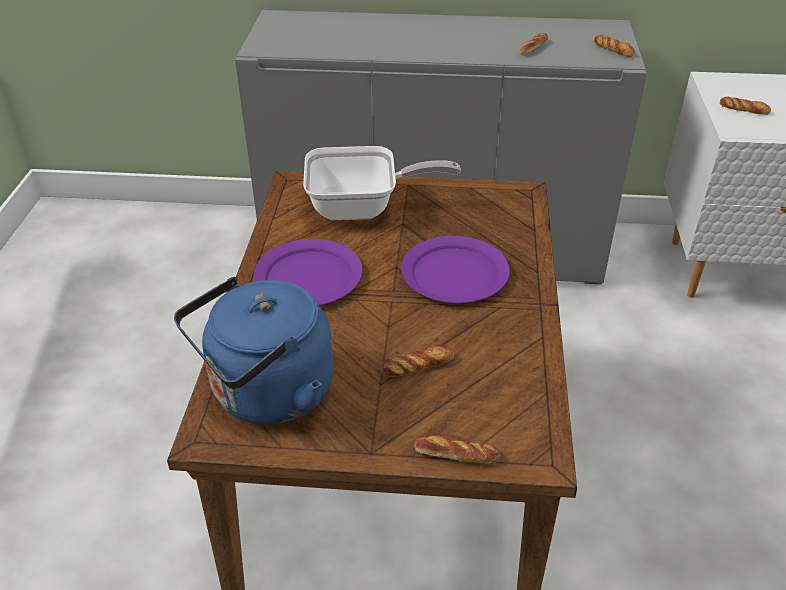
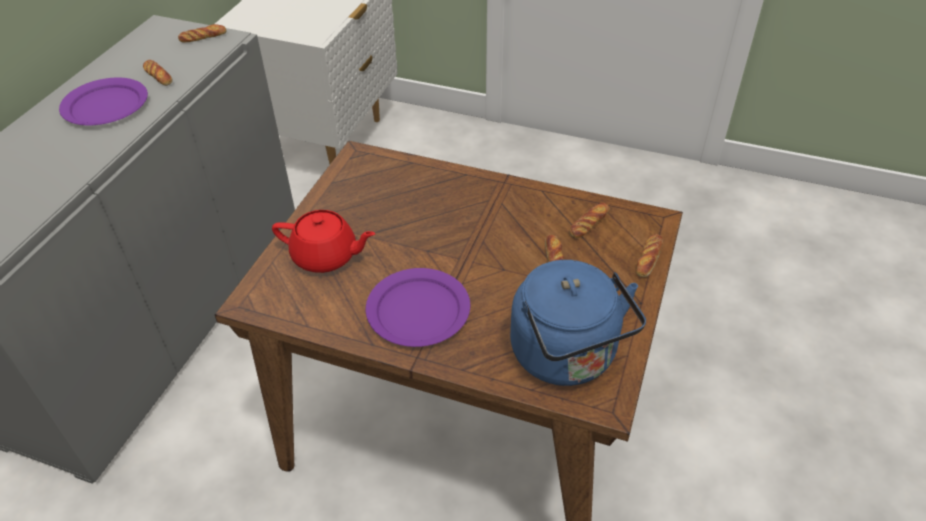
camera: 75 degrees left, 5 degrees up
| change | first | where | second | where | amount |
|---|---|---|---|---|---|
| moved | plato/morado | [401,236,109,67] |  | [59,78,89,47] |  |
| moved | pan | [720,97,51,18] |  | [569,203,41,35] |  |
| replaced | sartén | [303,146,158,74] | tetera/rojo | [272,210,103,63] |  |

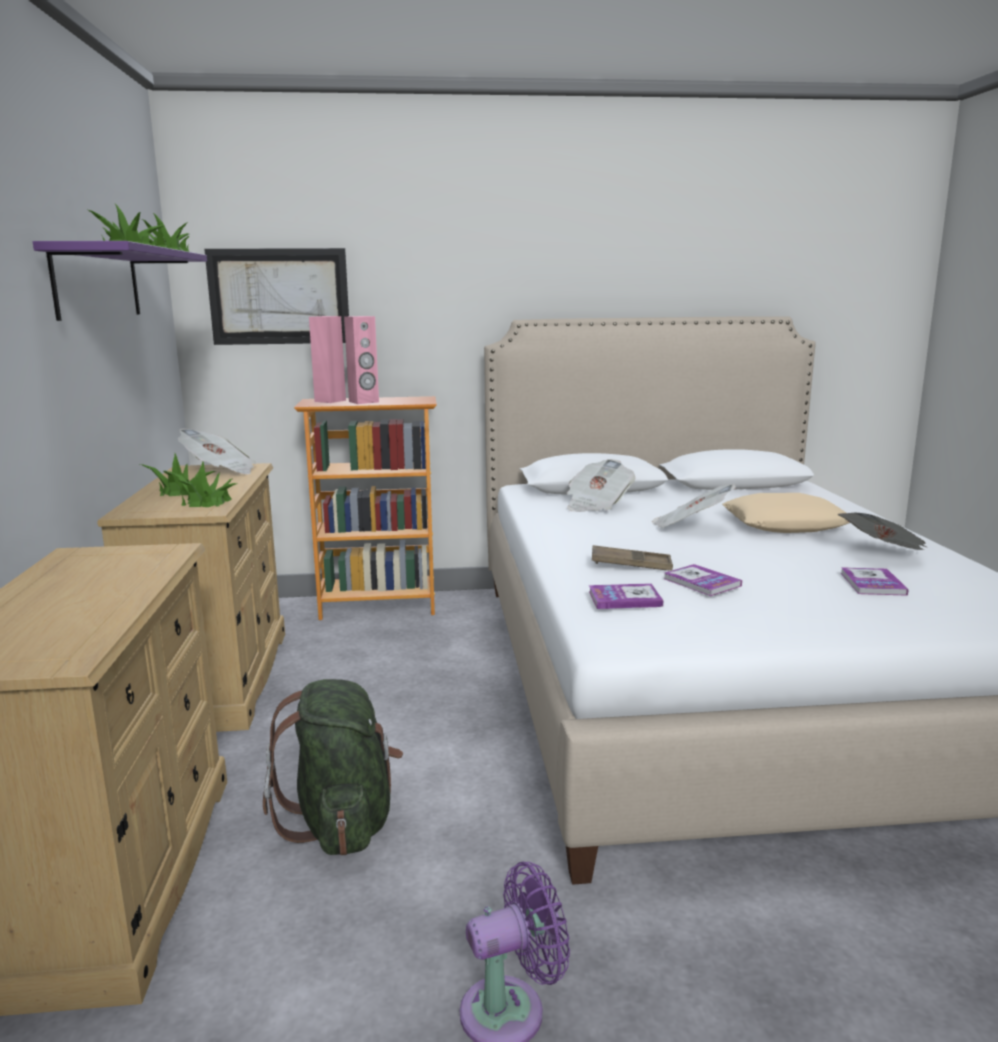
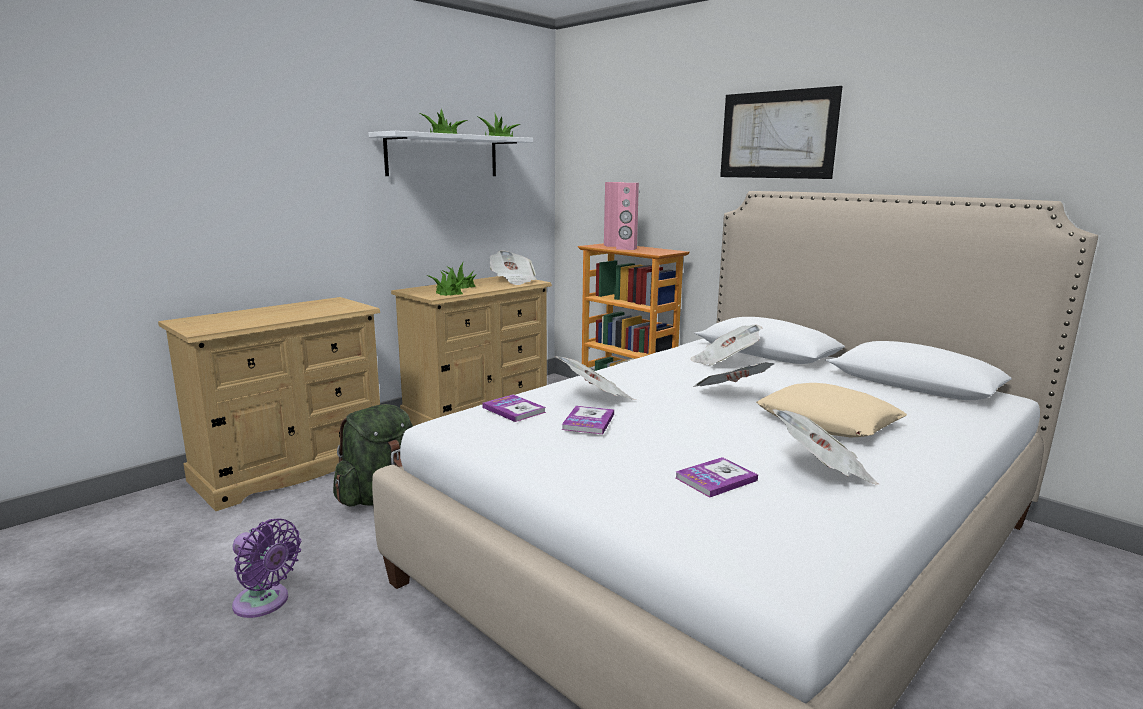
camera: 50 degrees right, 0 degrees up
| change | first | where | second | where | amount |
|---|---|---|---|---|---|
| moved | cuadro | [204,248,145,97] |  | [720,86,123,93] |  |
| replaced | bandeja/marrón | [592,545,81,25] | periódico | [555,356,81,44] |  |
| recoloured | estante/morado | [33,241,174,80] | estante/blanco | [368,131,165,45] |  |

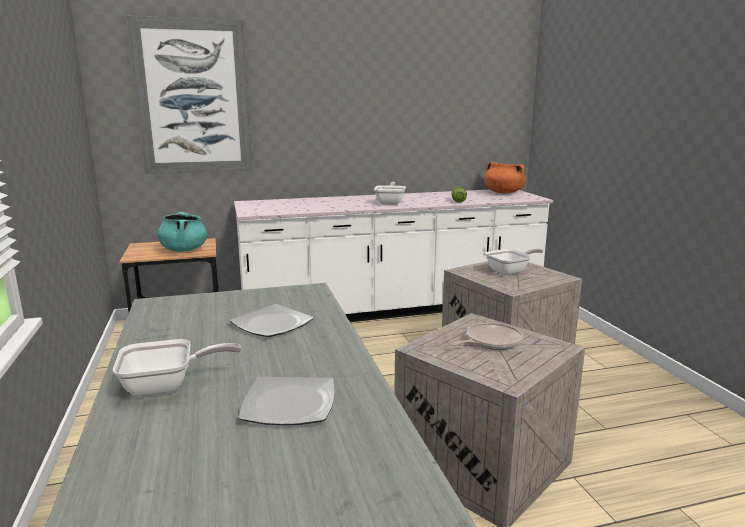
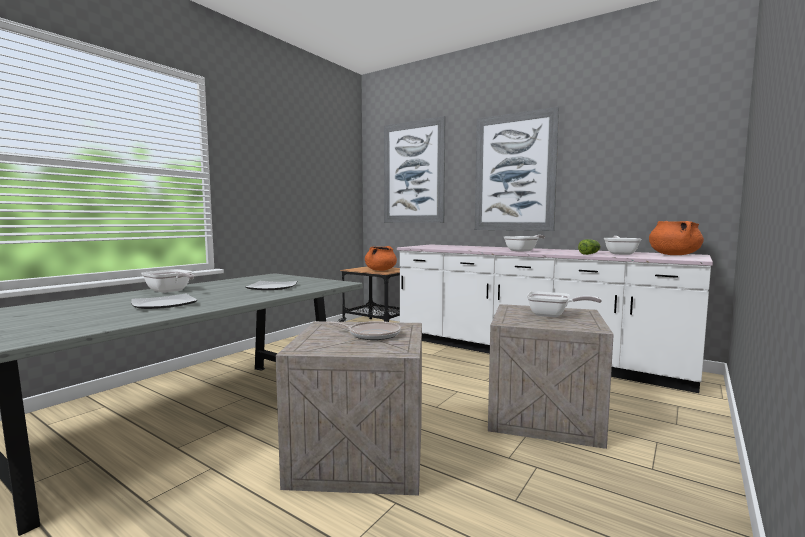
camera: 50 degrees right, 10 degrees down
| change | first | where | second | where | amount |
|---|---|---|---|---|---|
| added |  |  | cuadro | [475,107,84,124] |  |
| added |  |  | sartén | [604,236,37,19] |  |
| recoloured | olla/turquesa | [157,212,50,40] | olla/naranja | [365,246,32,25] |  |

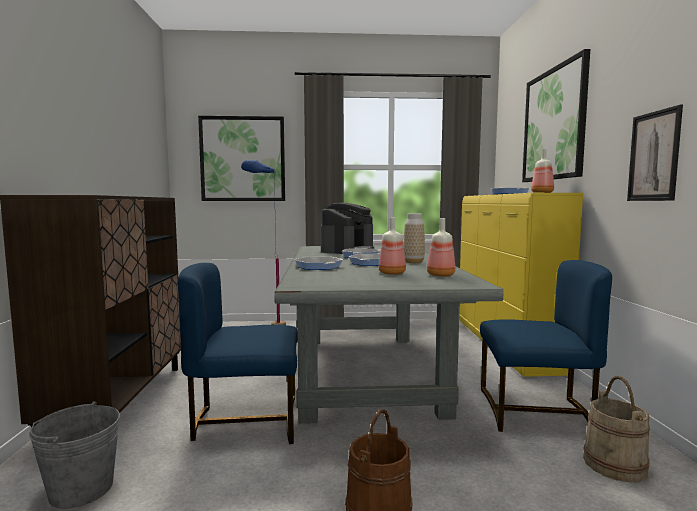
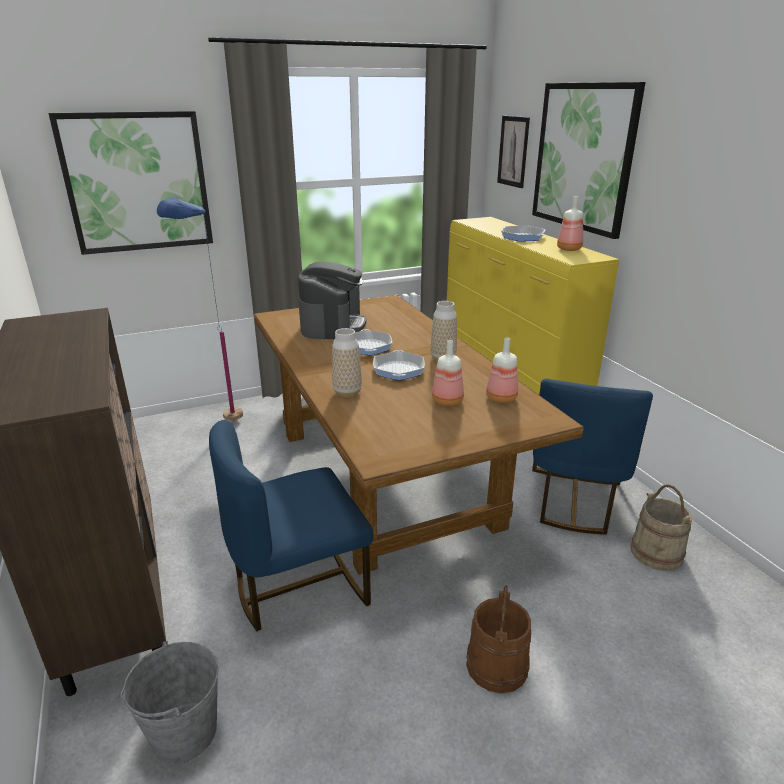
camera: 20 degrees left, 20 degrees up
| change | first | where | second | where | amount |
|---|---|---|---|---|---|
| moved | cuadro | [627,104,56,97] |  | [497,116,33,72] |  |
| replaced | sartén | [294,257,49,13] | florero | [332,328,30,69] |  |
| recoloured | mesa de comedor/gris | [274,246,230,177] | mesa de comedor/marrón | [254,295,330,279] |  |
| turned | silla/azul | [480,260,132,172] |  | [532,379,121,156] | 120 degrees clockwise |

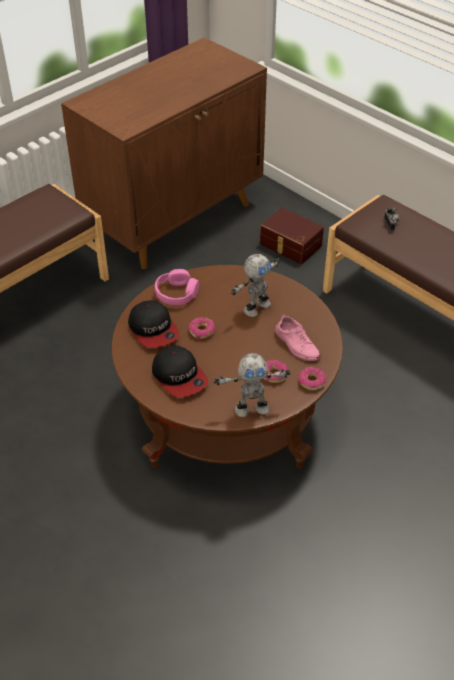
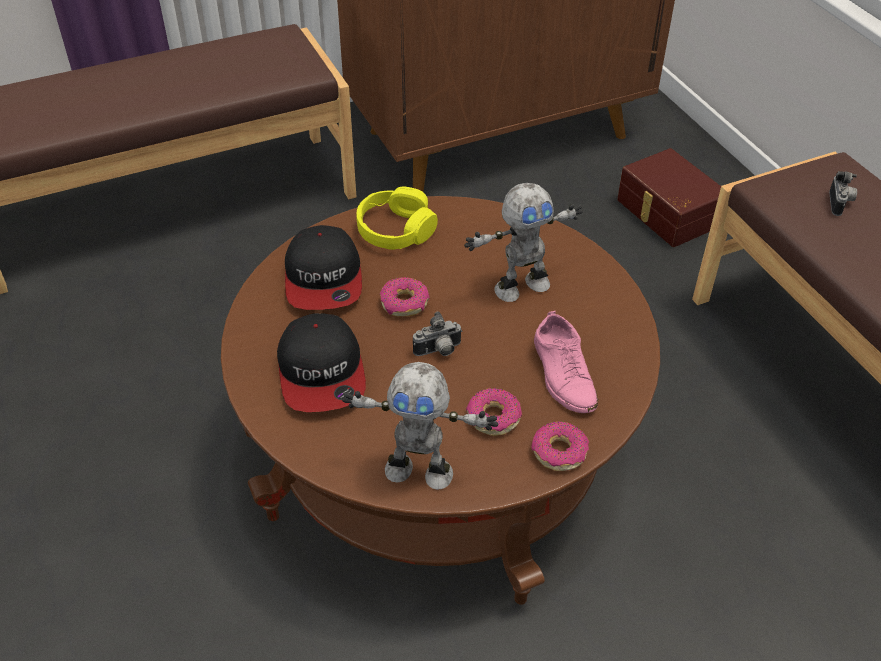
camera: 20 degrees right, 0 degrees up
| change | first | where | second | where | amount |
|---|---|---|---|---|---|
| added |  |  | cámara | [413,311,49,45] |  |
| recoloured | auriculares/rosa | [155,269,44,36] | auriculares/amarillo | [357,187,81,63] |  |

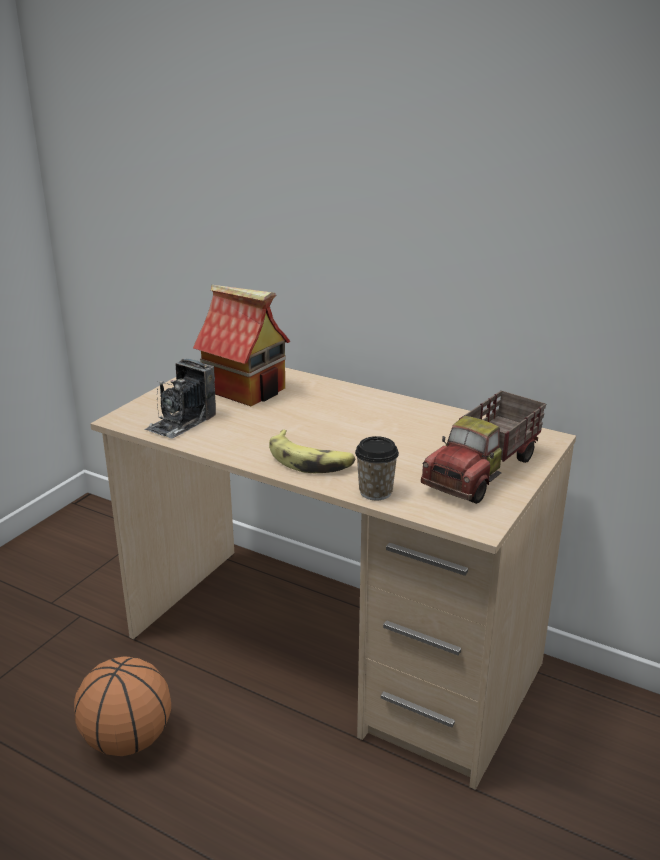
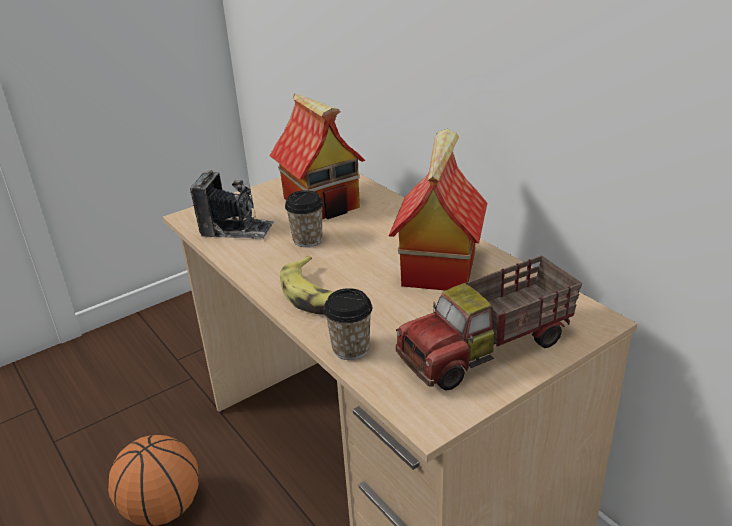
camera: 25 degrees right, 5 degrees up
| change | first | where | second | where | amount |
|---|---|---|---|---|---|
| added |  |  | taza | [285,190,39,57] |  |
| added |  |  | casita | [389,129,98,161] |  |
| turned | cámara | [144,358,72,80] |  | [190,170,84,69] | 135 degrees counterclockwise |

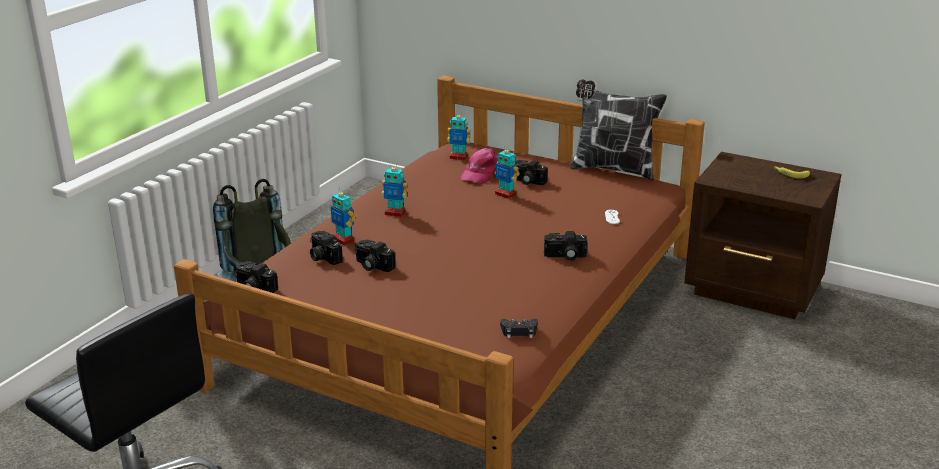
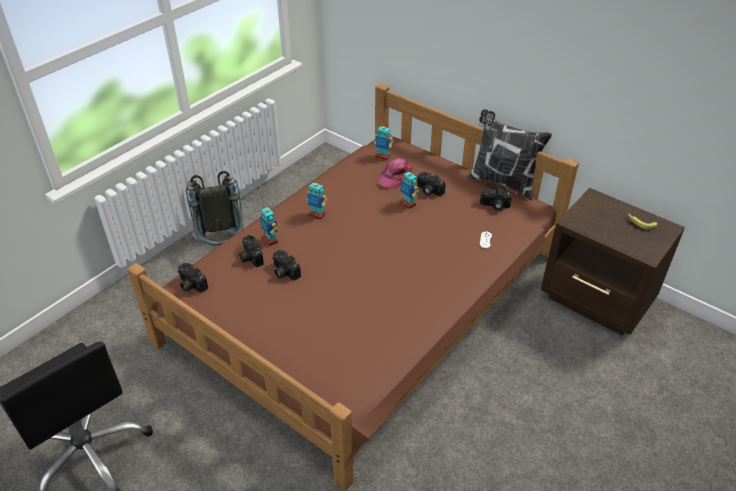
camera: 10 degrees right, 15 degrees up
| change | first | where | second | where | amount |
|---|---|---|---|---|---|
| removed | mando de consola/negro | [500,319,38,19] |  |  |  |
| moved | cámara | [544,231,43,30] |  | [480,188,32,23] |  |

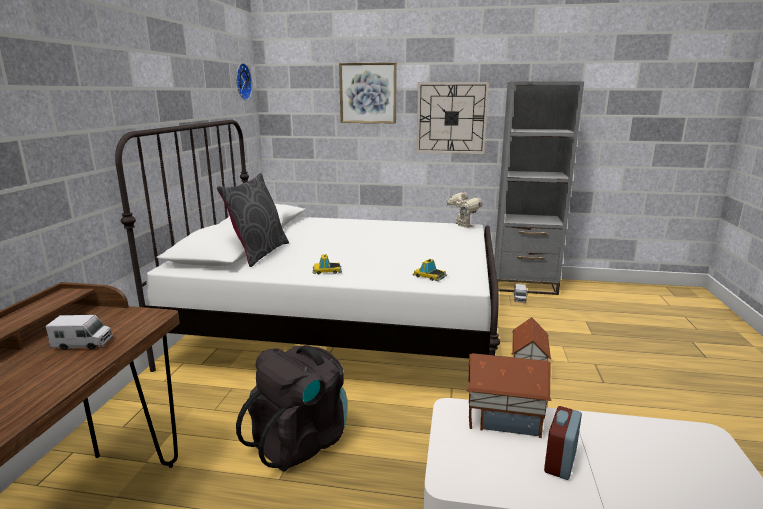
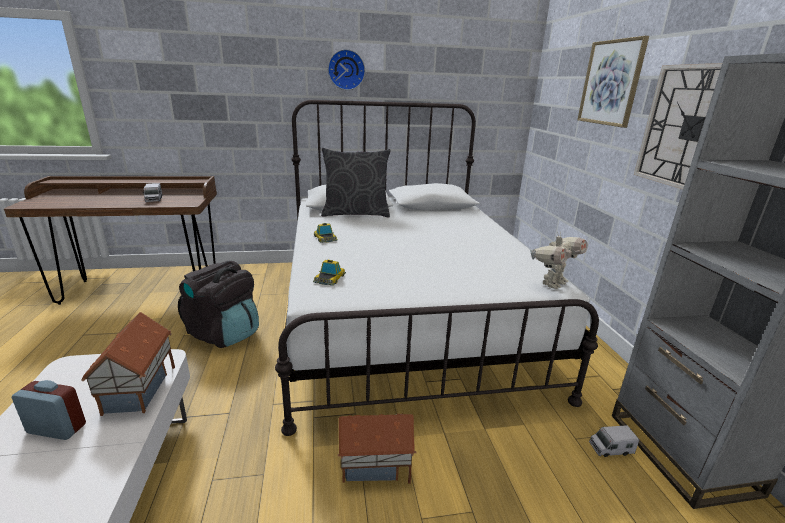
camera: 70 degrees right, 5 degrees up
| change | first | where | second | where | amount |
|---|---|---|---|---|---|
| moved | reloj de pared | [236,63,16,37] |  | [328,49,37,41] |  |

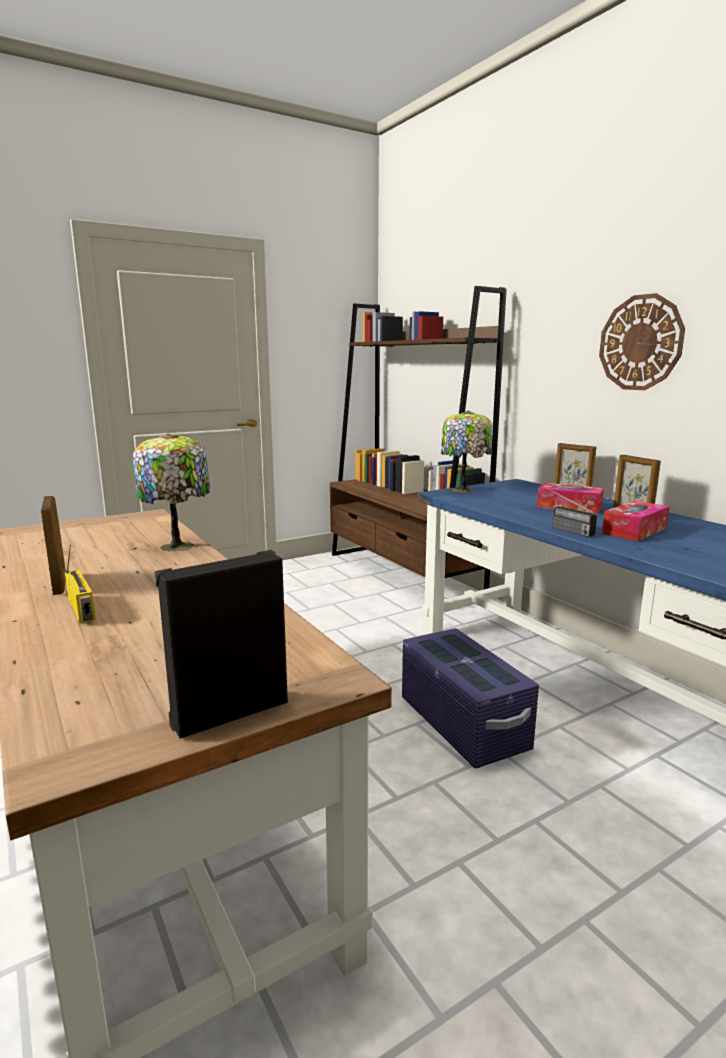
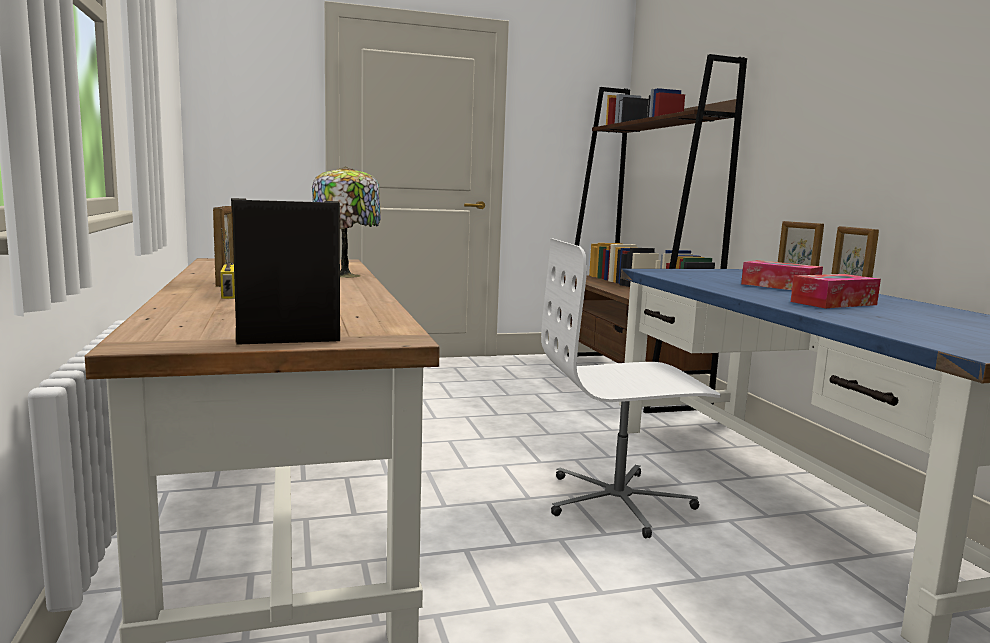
camera: 15 degrees right, 5 degrees down
| change | first | where | second | where | amount |
|---|---|---|---|---|---|
| removed | lámpara de mesa | [441,411,51,82] |  |  |  |
| removed | radio | [542,486,55,51] |  |  |  |
| removed | reloj de pared | [599,293,86,97] |  |  |  |
| replaced | caja de almacenaje/morado | [402,628,137,140] | silla de oficina/blanco | [541,238,180,300] |  |

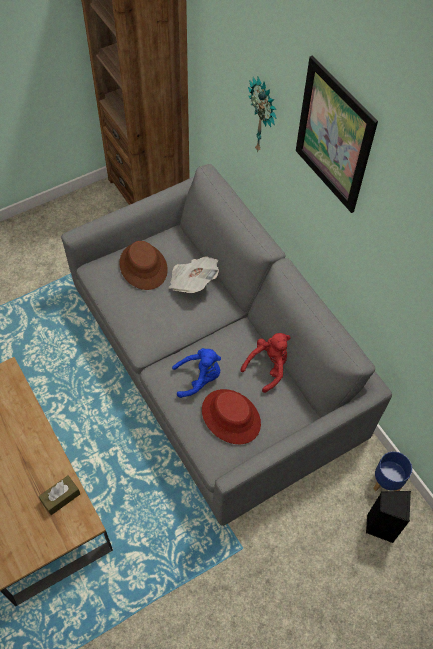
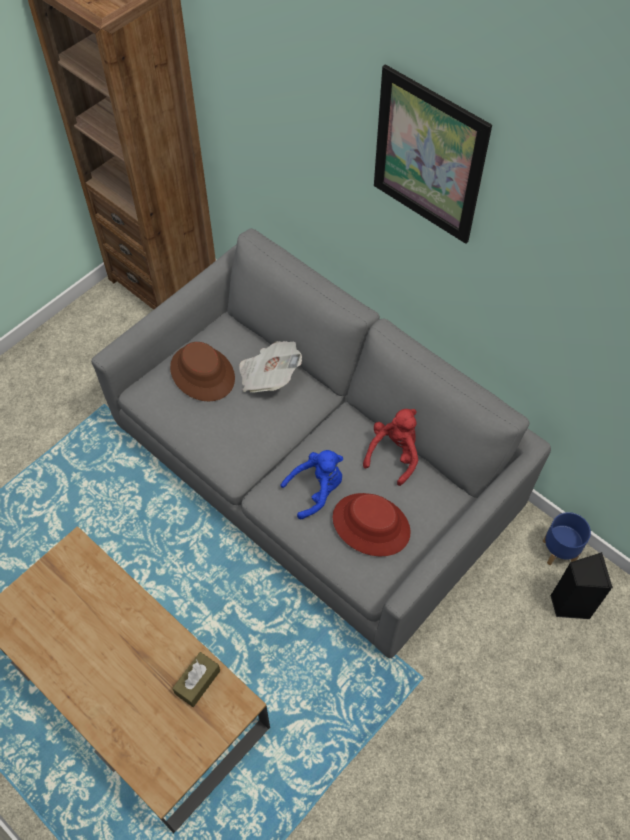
camera: 15 degrees left, 0 degrees up
| change | first | where | second | where | amount |
|---|---|---|---|---|---|
| removed | reloj de pared | [248,77,29,76] |  |  |  |

